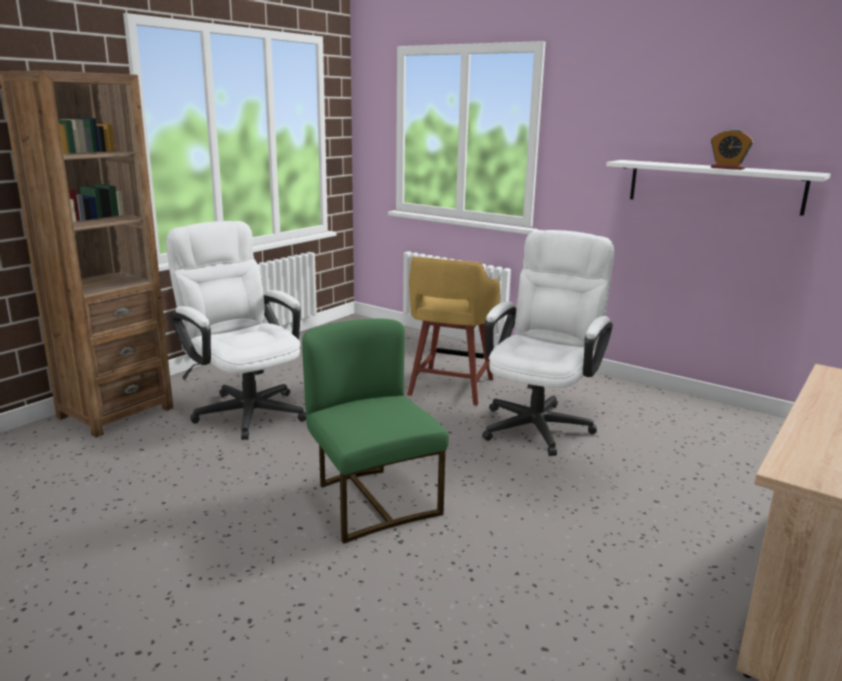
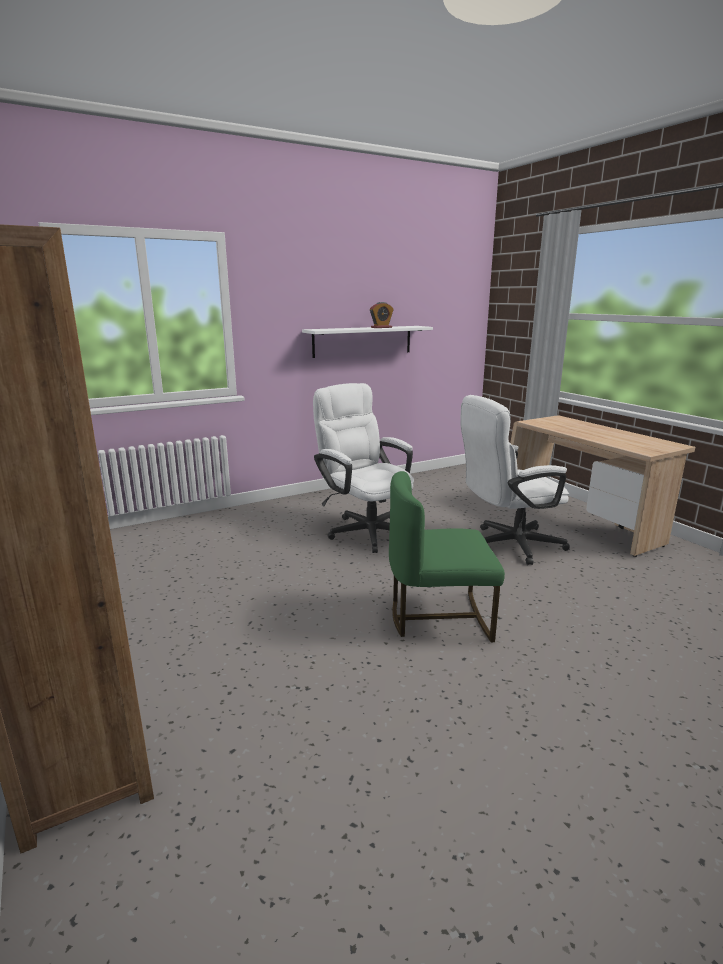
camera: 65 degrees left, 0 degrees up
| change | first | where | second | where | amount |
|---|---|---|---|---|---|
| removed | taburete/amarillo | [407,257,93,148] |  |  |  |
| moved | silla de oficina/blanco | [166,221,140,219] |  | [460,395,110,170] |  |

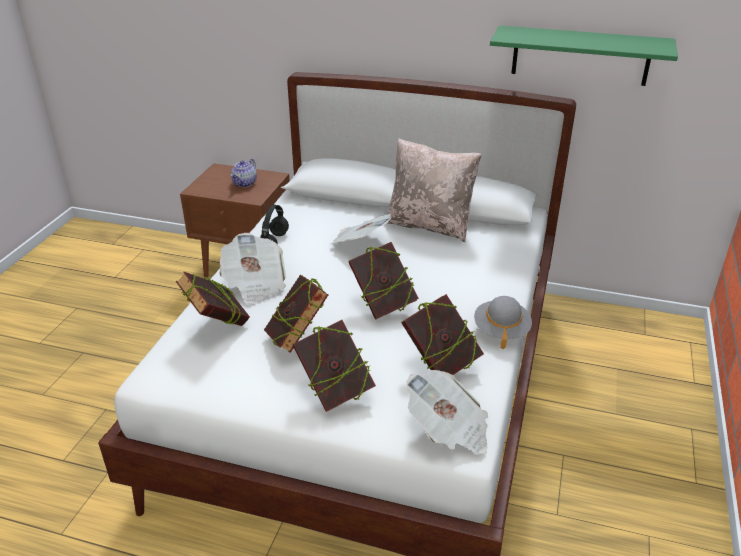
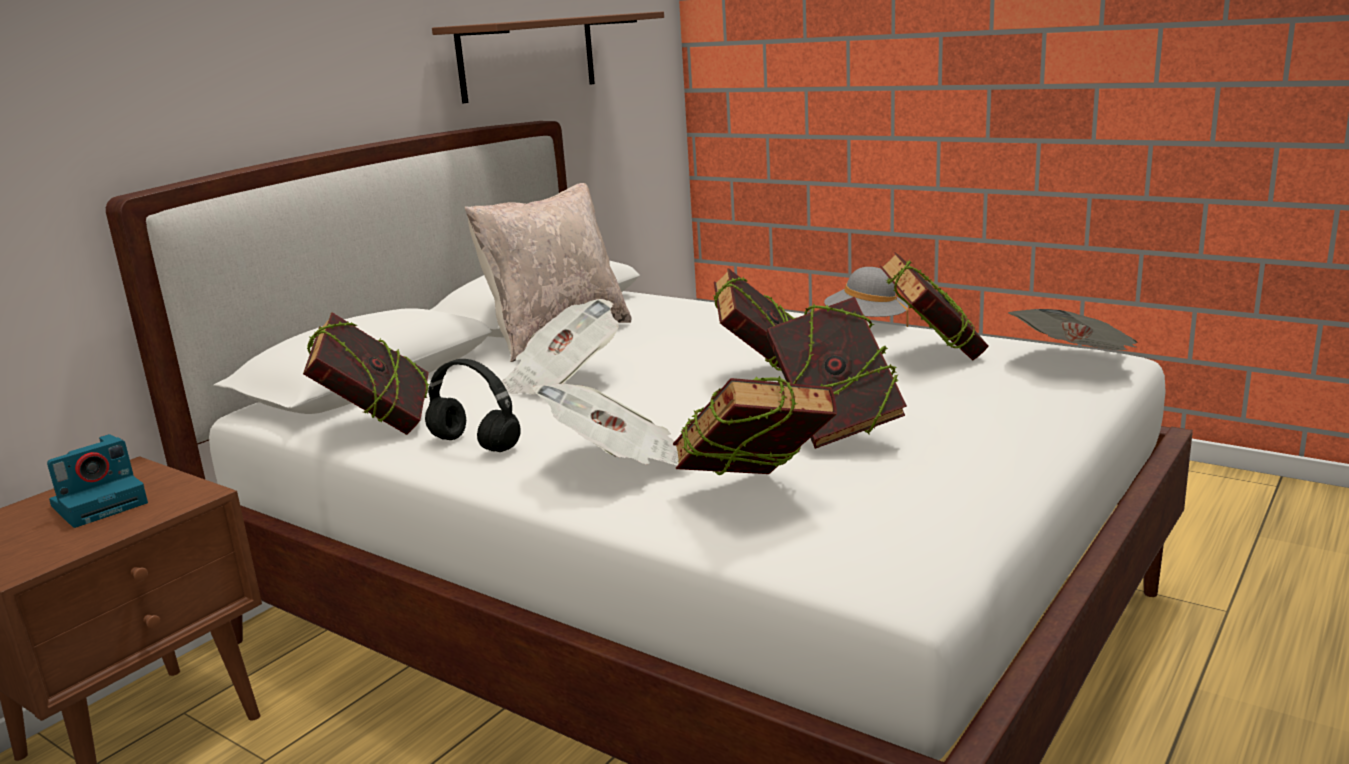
camera: 70 degrees left, 15 degrees down
| change | first | where | second | where | amount |
|---|---|---|---|---|---|
| moved | libro | [293,320,83,92] |  | [303,312,127,123] |  |
| replaced | tetera | [231,159,26,28] | cámara | [47,434,101,94] |  |
| recoloured | estante/verde | [490,25,188,61] | estante/marrón | [432,11,232,92] |  |

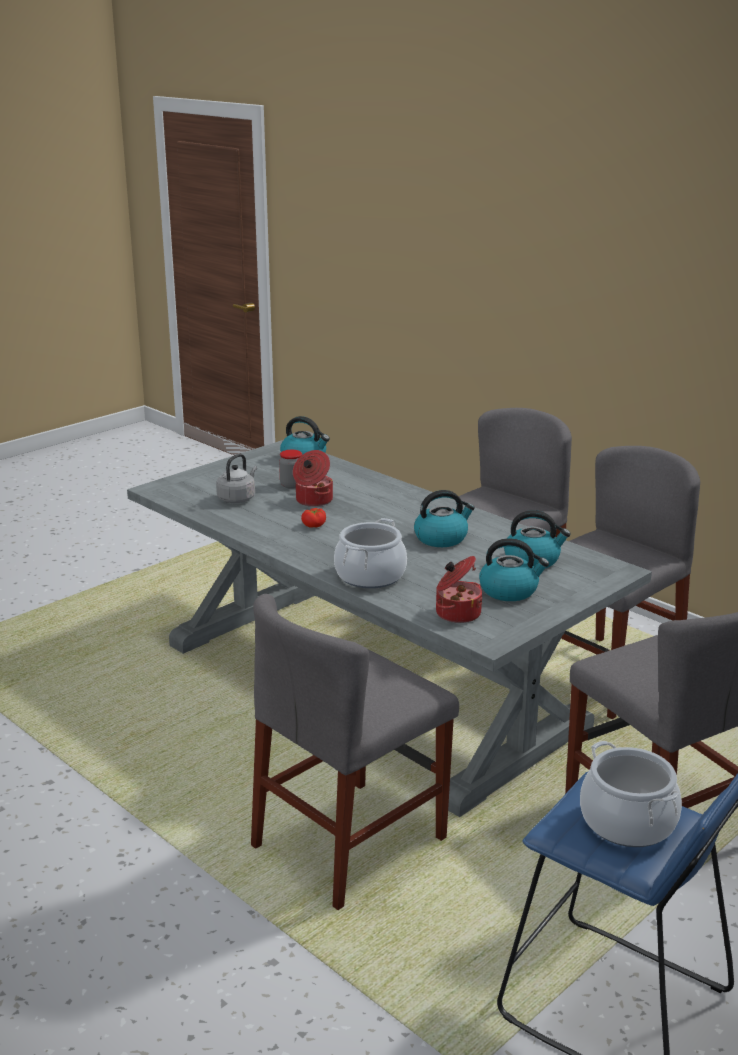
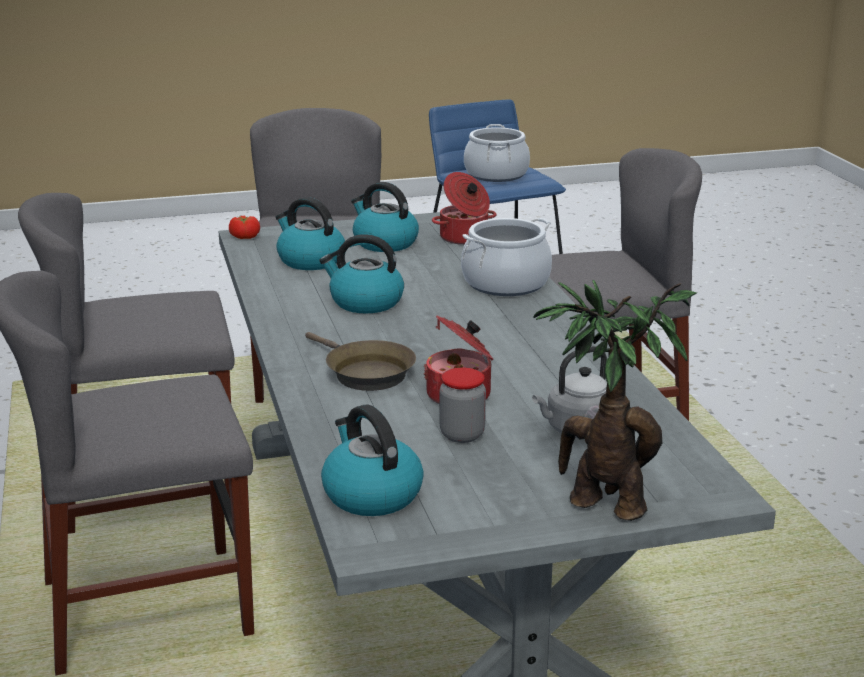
camera: 150 degrees left, 0 degrees up
| change | first | where | second | where | amount |
|---|---|---|---|---|---|
| added |  |  | sartén/marrón | [305,332,111,59] |  |
| added |  |  | planta en maceta | [533,280,164,241] |  |
| moved | tomate | [301,508,25,20] |  | [229,216,31,23] |  |

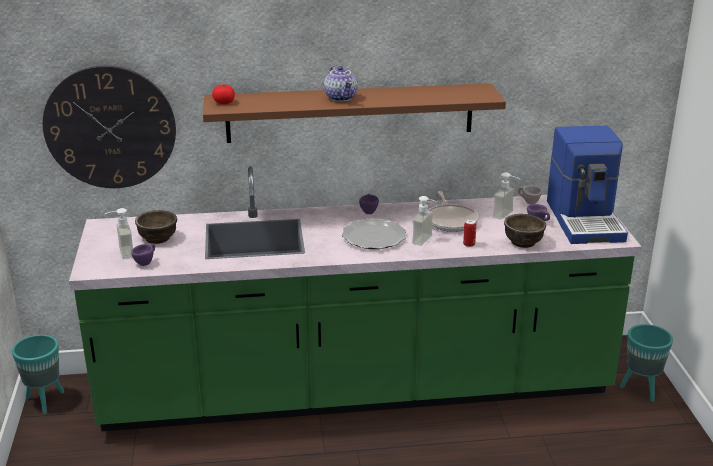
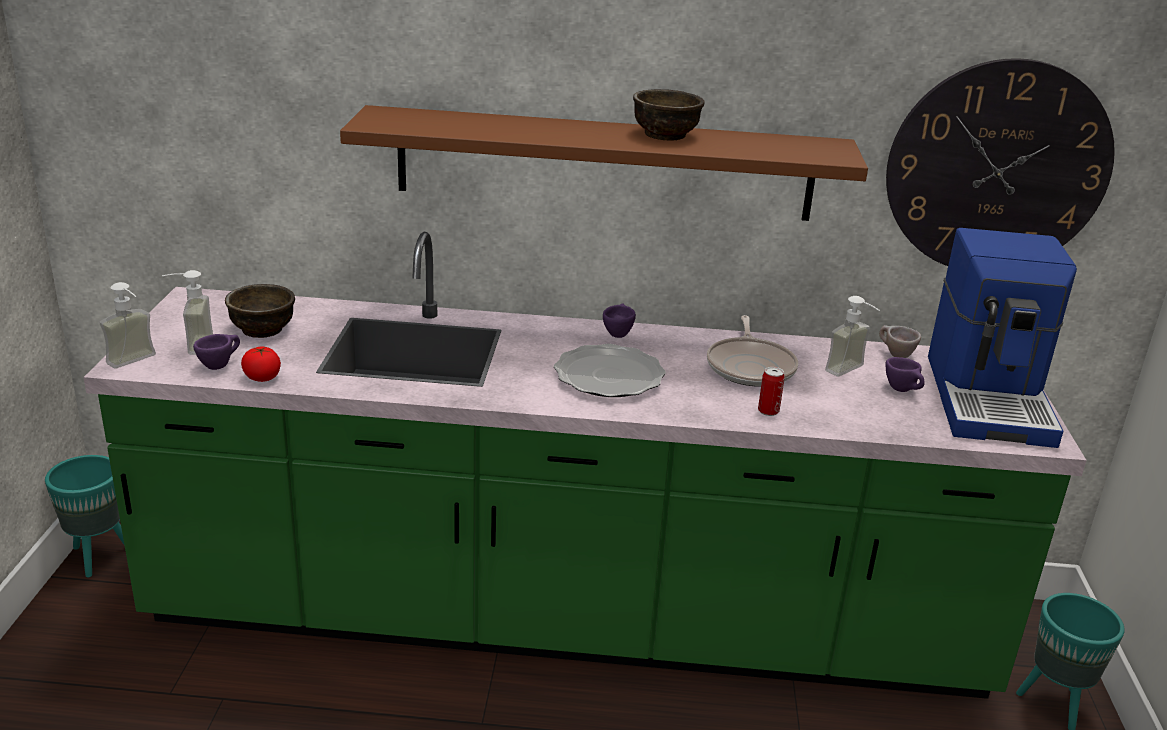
camera: 10 degrees right, 0 degrees up
| change | first | where | second | where | amount |
|---|---|---|---|---|---|
| removed | tetera | [324,66,34,36] |  |  |  |
| moved | reloj de pared | [43,66,133,122] |  | [886,58,229,208] |  |
| moved | tomate | [212,85,23,19] |  | [241,346,40,36] |  |
| moved | dispensador de jabón | [412,196,27,50] |  | [99,282,57,86] |  |
| moved | cuenco/marrón | [504,214,42,34] |  | [633,89,72,51] |  |

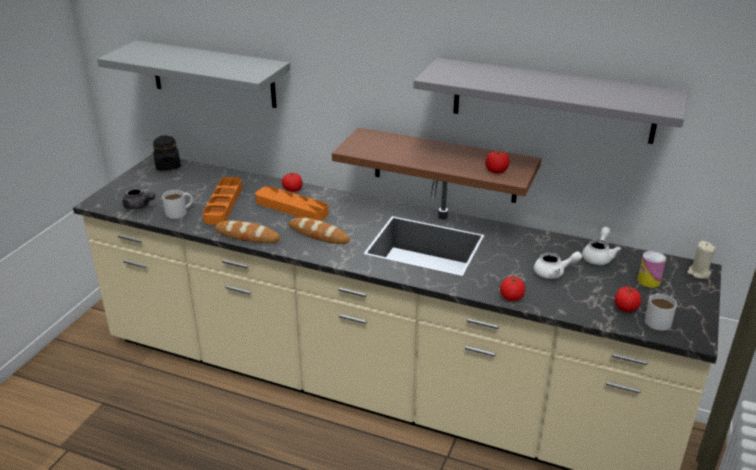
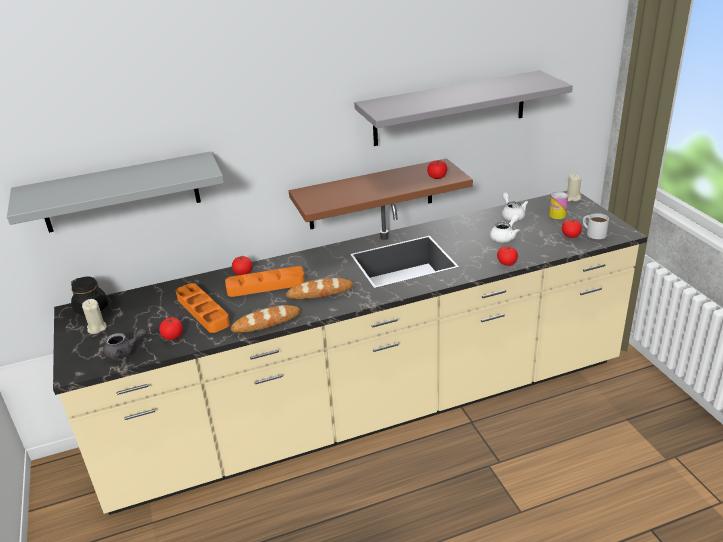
camera: 40 degrees left, 0 degrees up
| change | first | where | second | where | amount |
|---|---|---|---|---|---|
| added |  |  | vela/beis | [82,299,25,35] |  |
| replaced | taza grande/blanco | [162,190,31,29] | tomate | [159,317,24,23] |  |

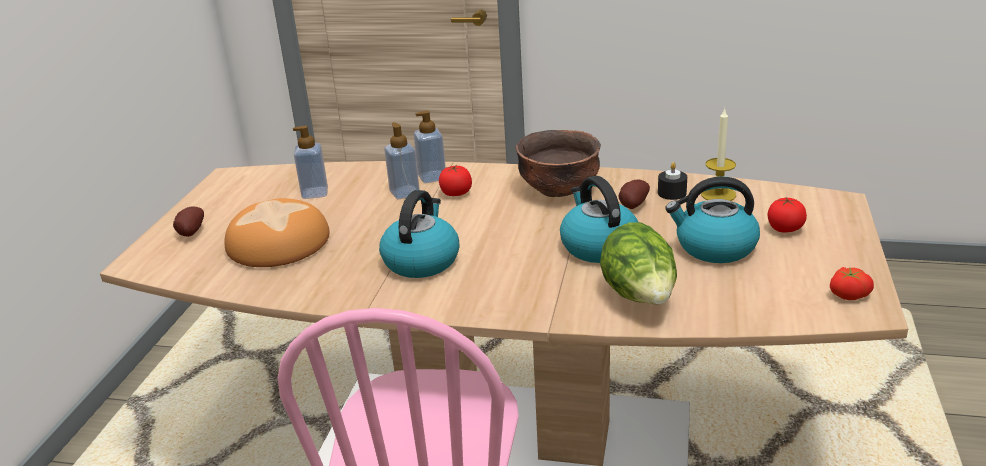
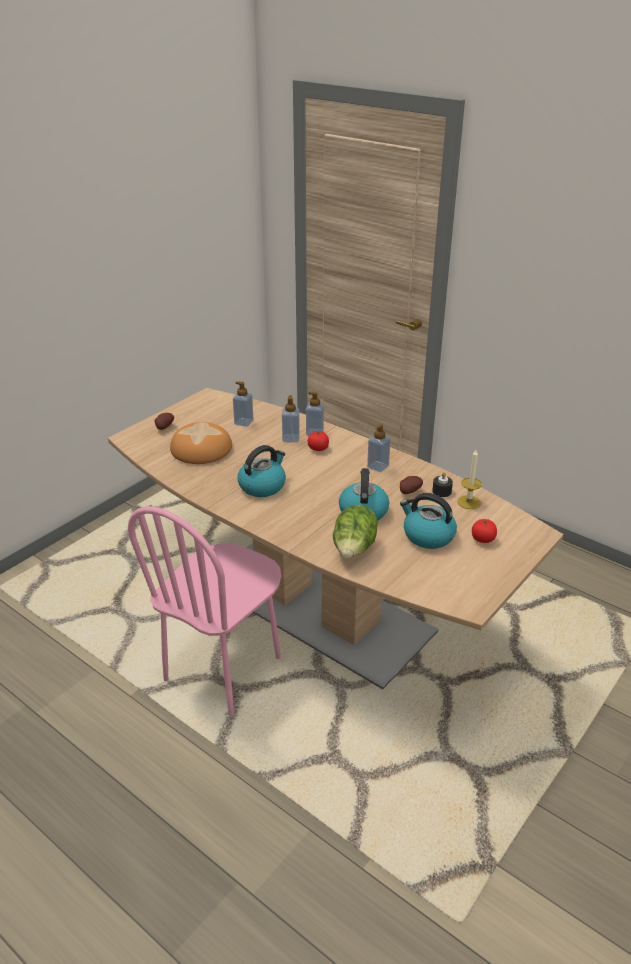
camera: 25 degrees right, 5 degrees up
| change | first | where | second | where | amount |
|---|---|---|---|---|---|
| removed | tomate | [830,267,44,33] |  |  |  |
| replaced | cuenco/marrón | [515,130,86,67] | dispensador de jabón | [367,424,24,48] |  |

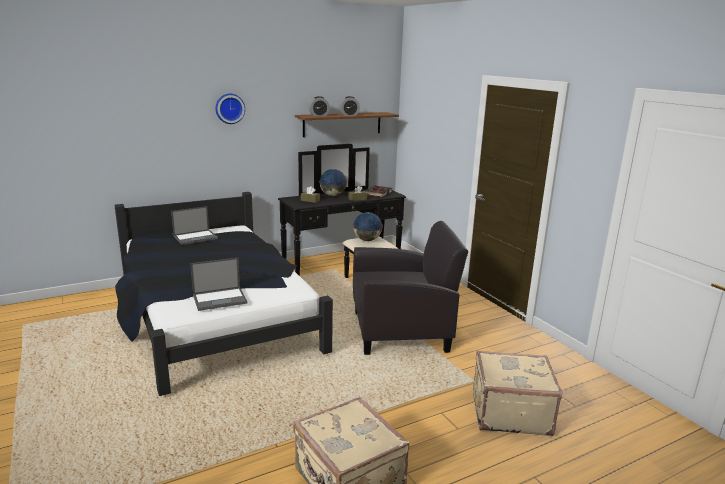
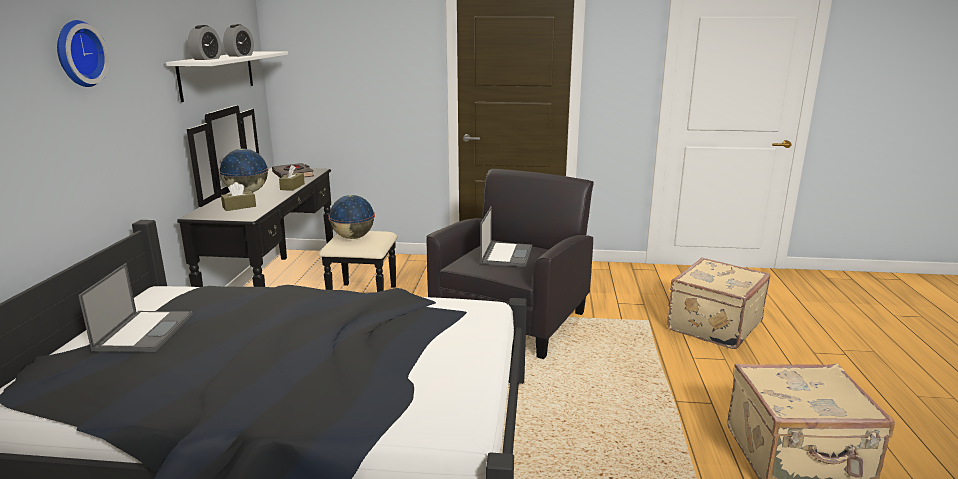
camera: 55 degrees left, 0 degrees up
| change | first | where | second | where | amount |
|---|---|---|---|---|---|
| moved | portátil | [190,258,57,53] |  | [480,206,52,61] |  |
| recoloured | estante/marrón | [295,112,104,25] | estante/blanco | [166,51,122,51] |  |

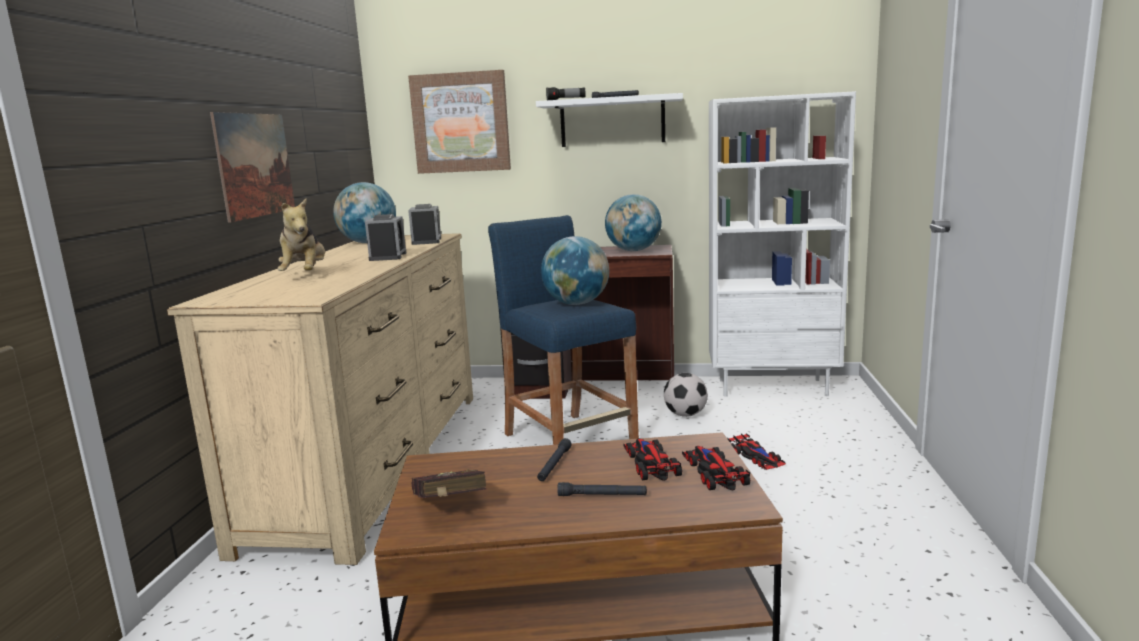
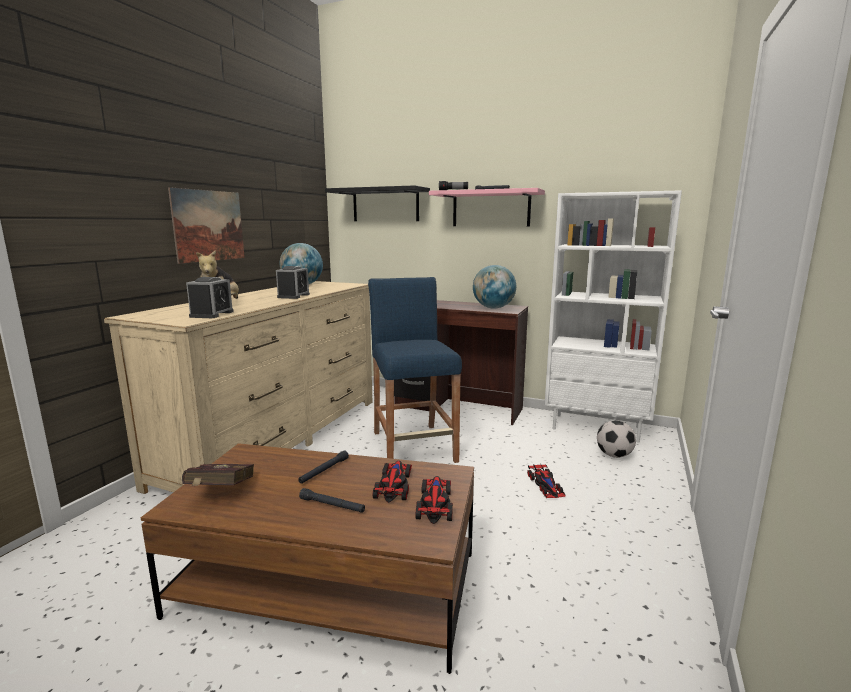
camera: 15 degrees right, 0 degrees up
| change | first | where | second | where | amount |
|---|---|---|---|---|---|
| removed | globo terráqueo | [541,236,68,69] |  |  |  |
| moved | despertador | [408,204,33,41] |  | [186,277,48,41] |  |
| moved | balón de fútbol | [664,373,44,44] |  | [597,420,39,38] |  |
| replaced | cuadro | [408,70,103,104] | estante/negro | [325,185,105,36] |  |
| recoloured | estante/blanco | [536,93,147,54] | estante/rosa | [429,188,116,38] |  |

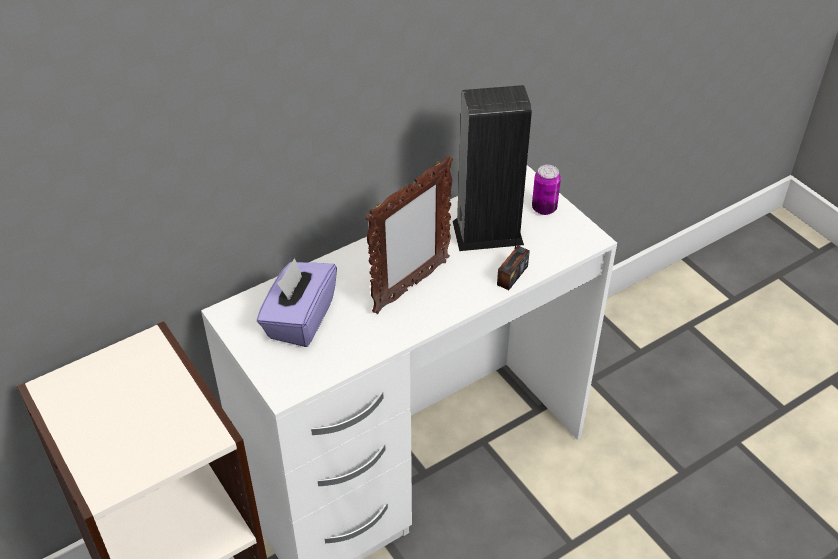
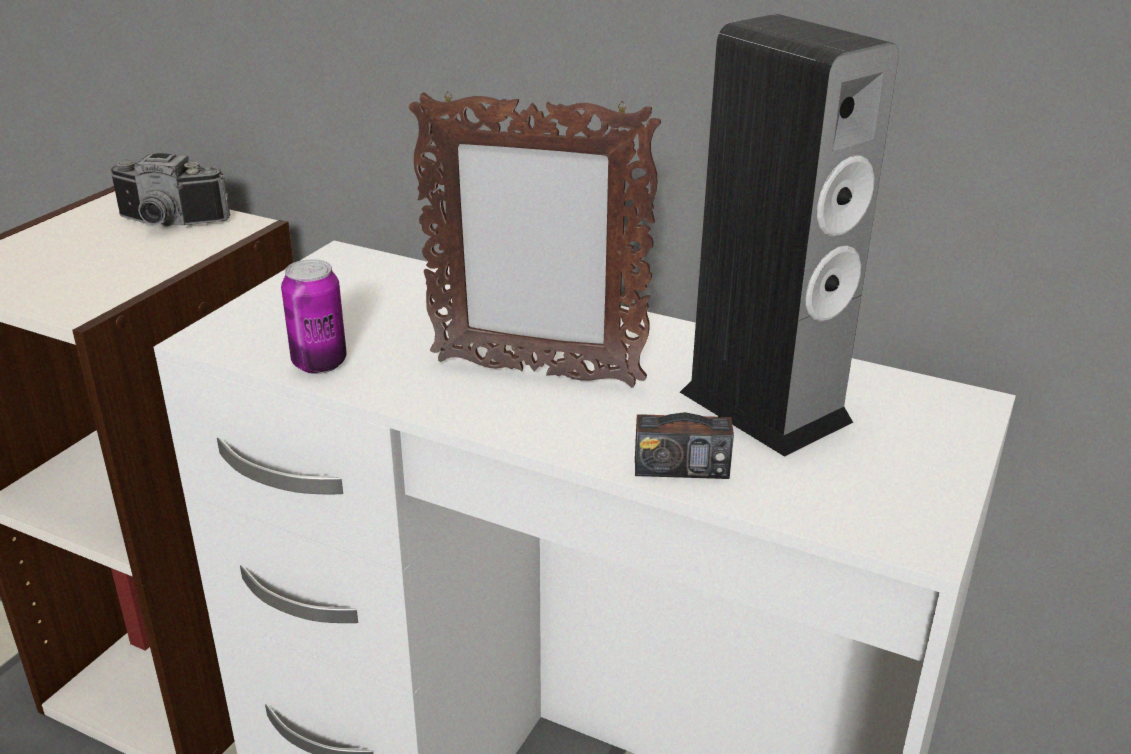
camera: 60 degrees right, 15 degrees down
| change | first | where | second | where | amount |
|---|---|---|---|---|---|
| removed | caja de pañuelos/morado | [257,258,80,89] |  |  |  |
| added |  |  | cámara | [109,153,121,73] |  |
| moved | lata | [532,165,29,50] |  | [281,259,66,115] |  |

